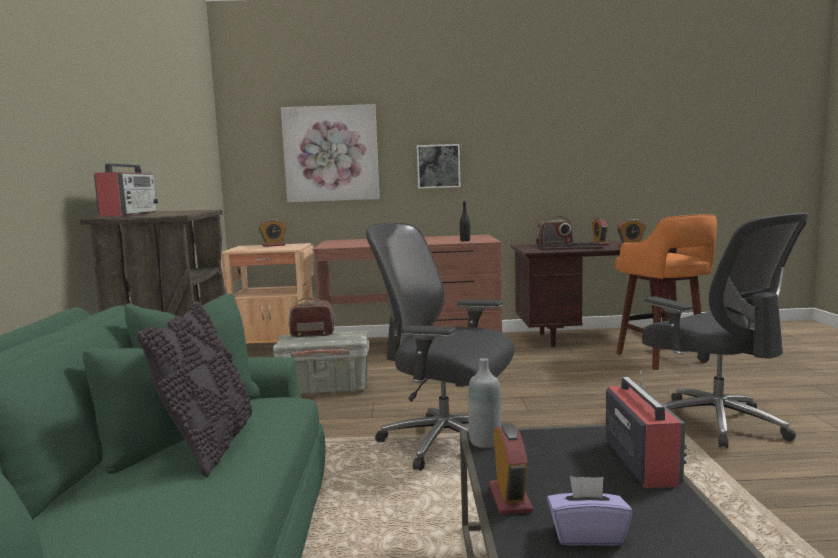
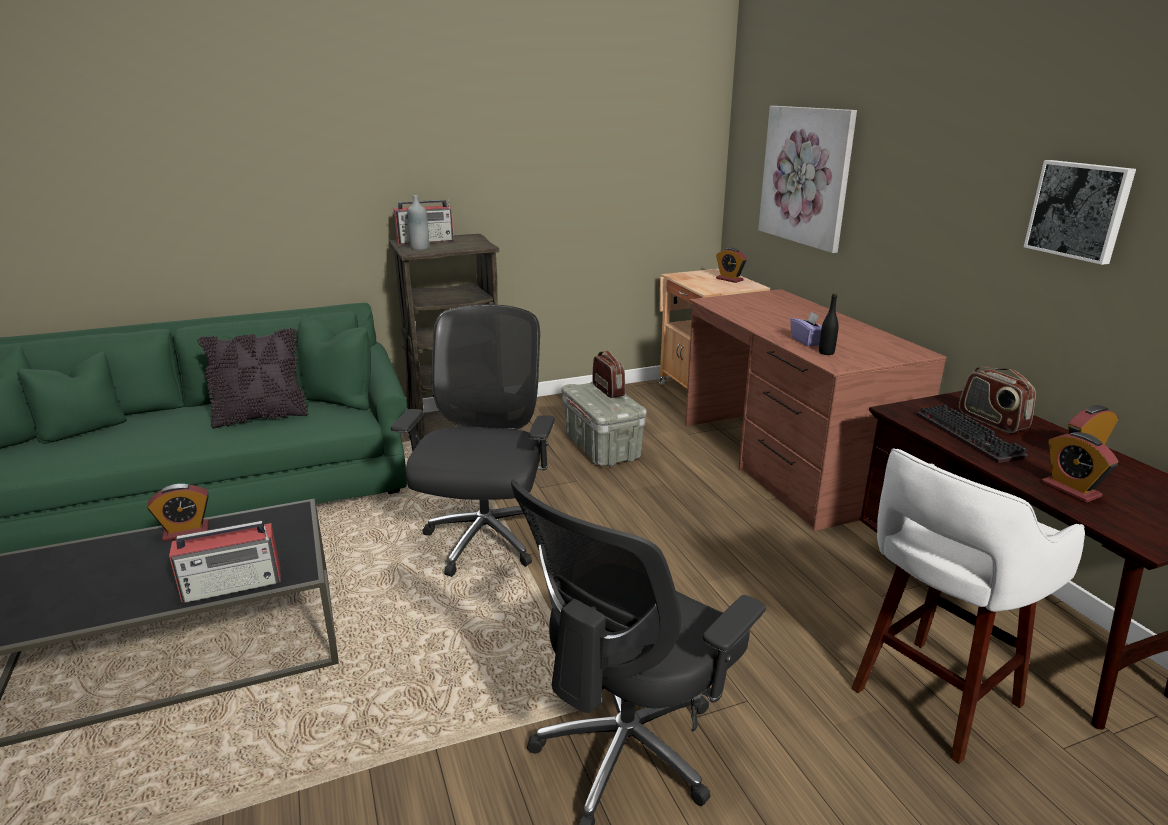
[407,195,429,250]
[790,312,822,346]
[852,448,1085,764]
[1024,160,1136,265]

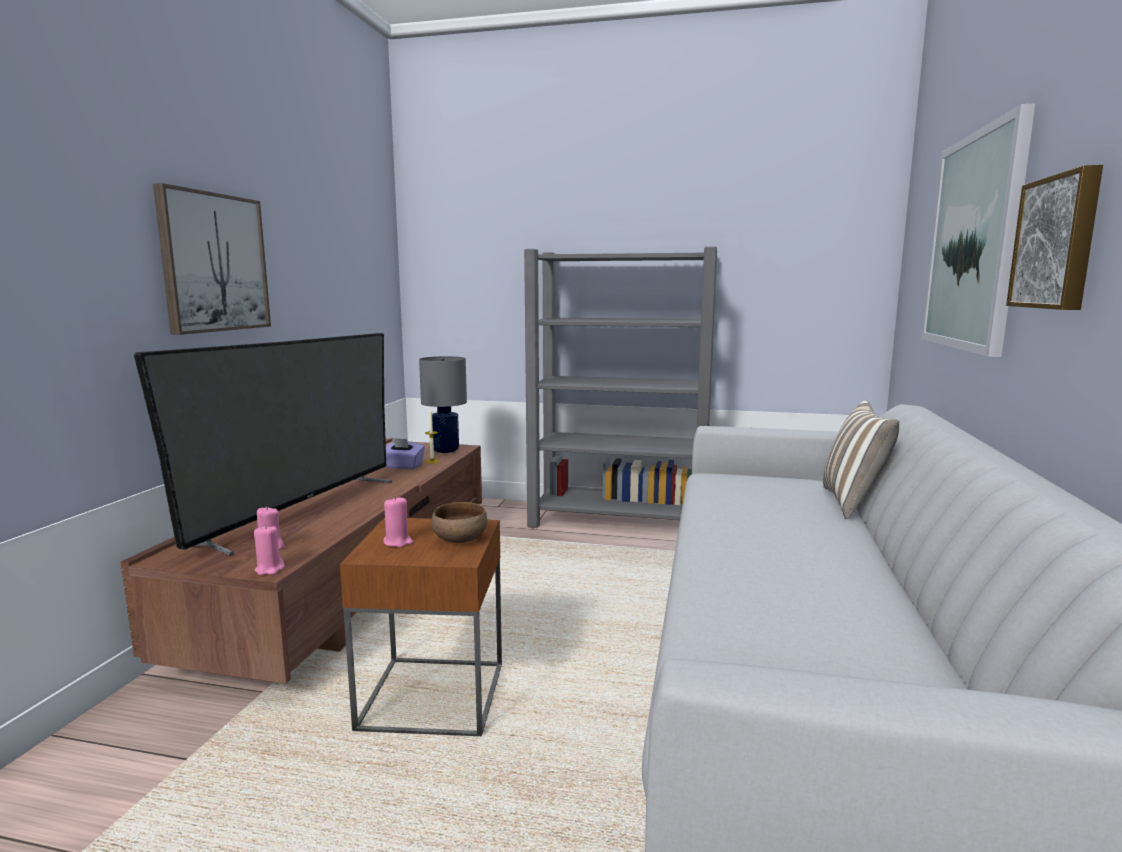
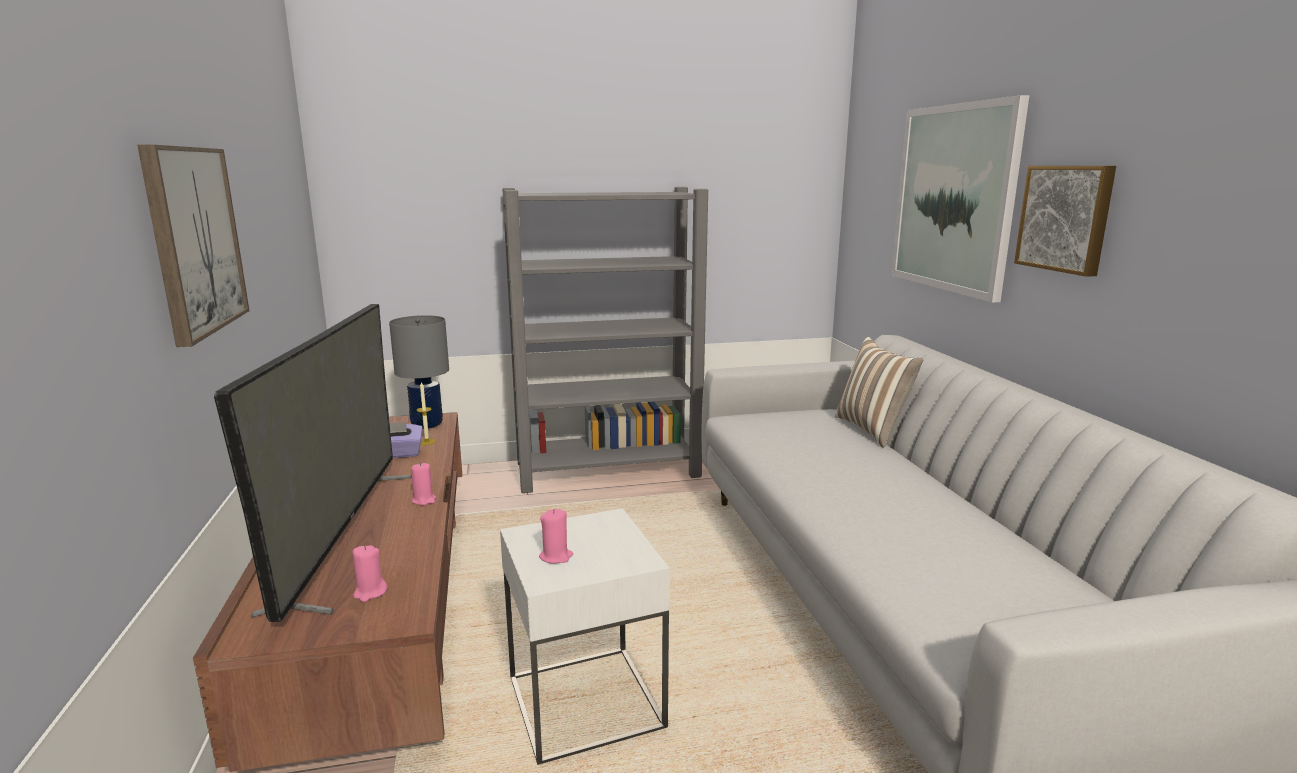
[411,462,436,506]
[500,508,670,765]
[431,502,487,543] (first image)

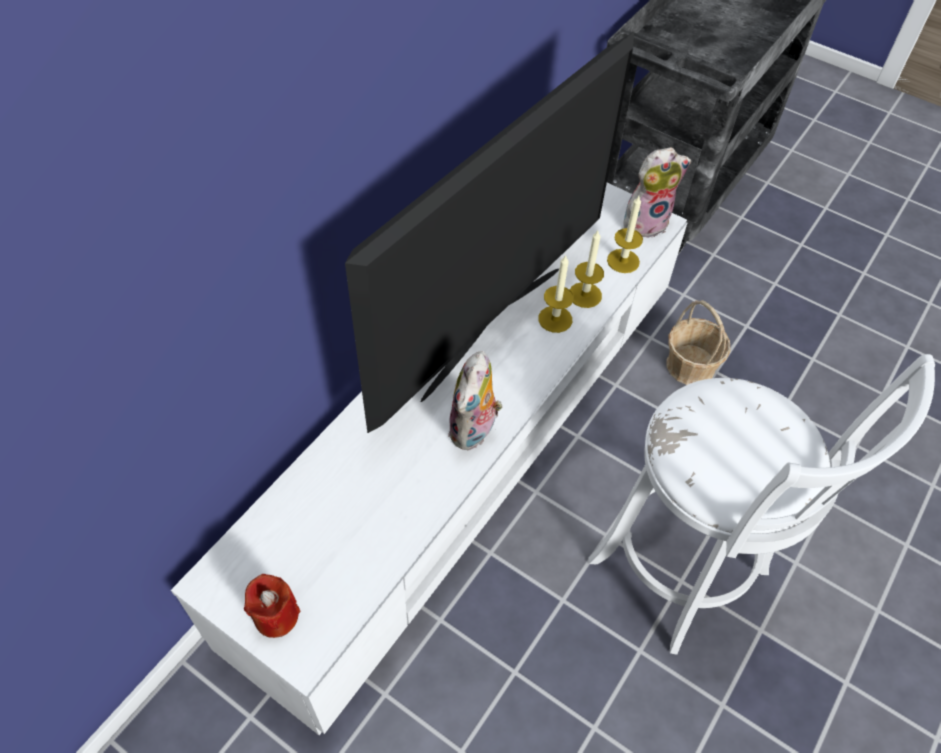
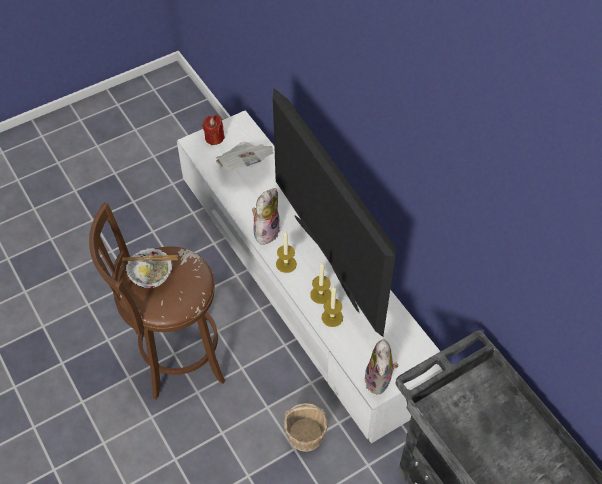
[89,202,225,399]
[122,248,178,288]
[216,142,274,171]
[252,188,281,245]
[276,230,297,273]

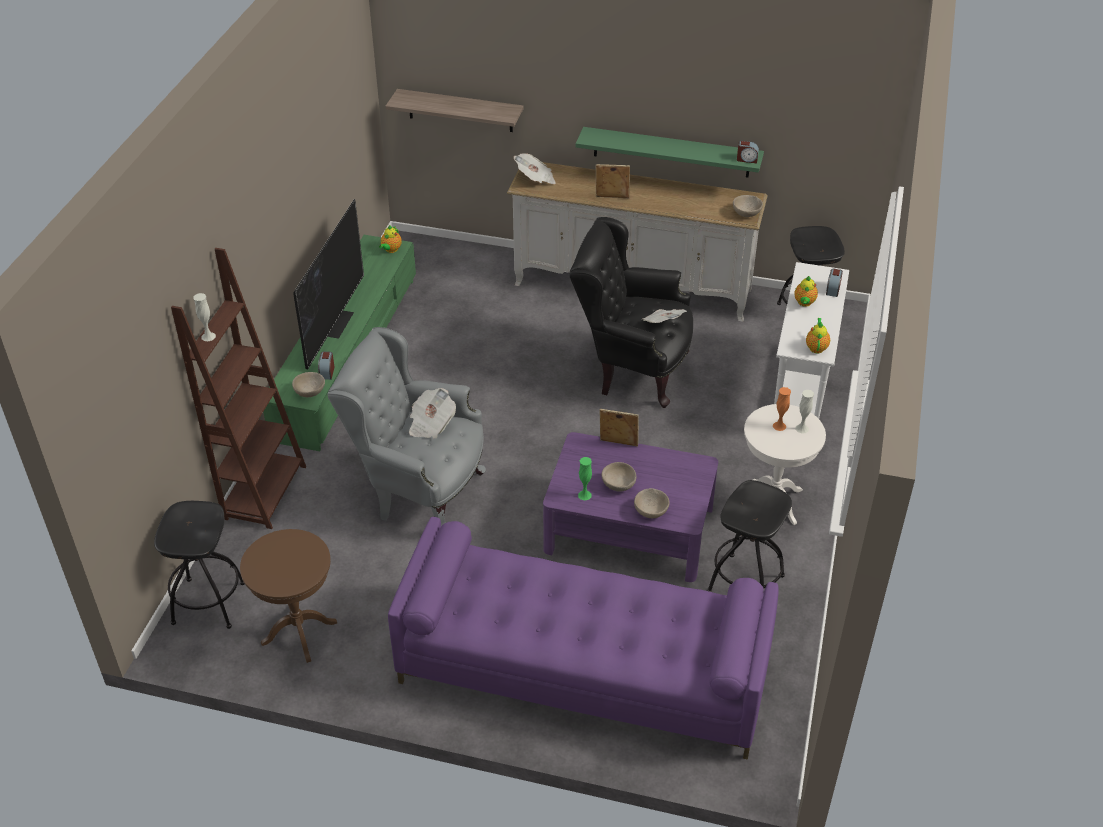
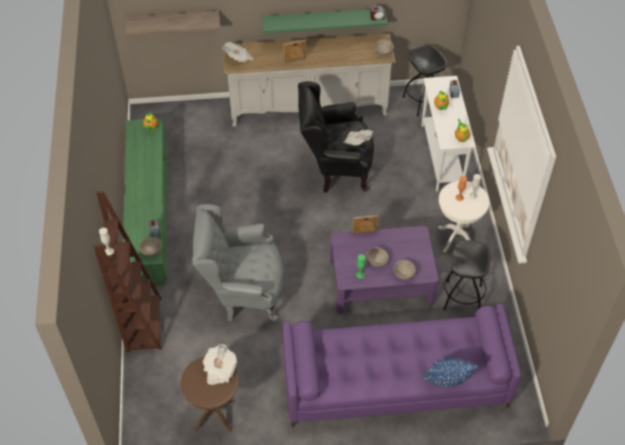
[203,344,237,385]
[422,358,478,387]
[154,501,245,629] (first image)
[293,199,364,369] (first image)

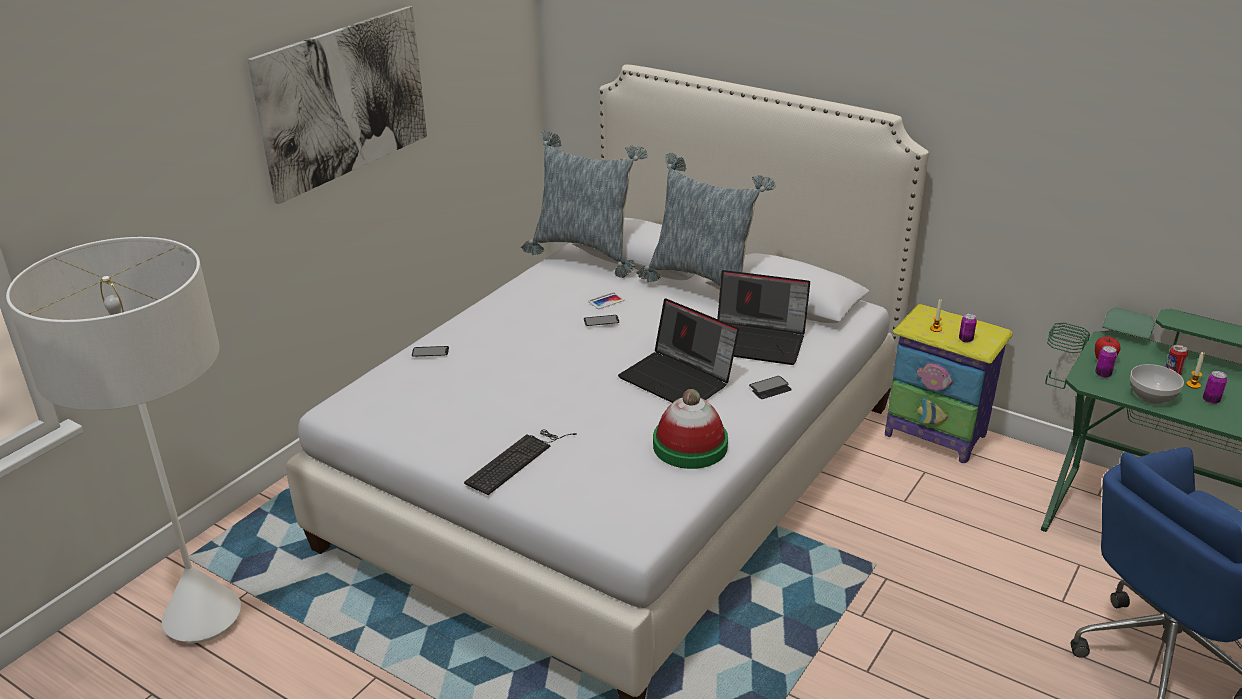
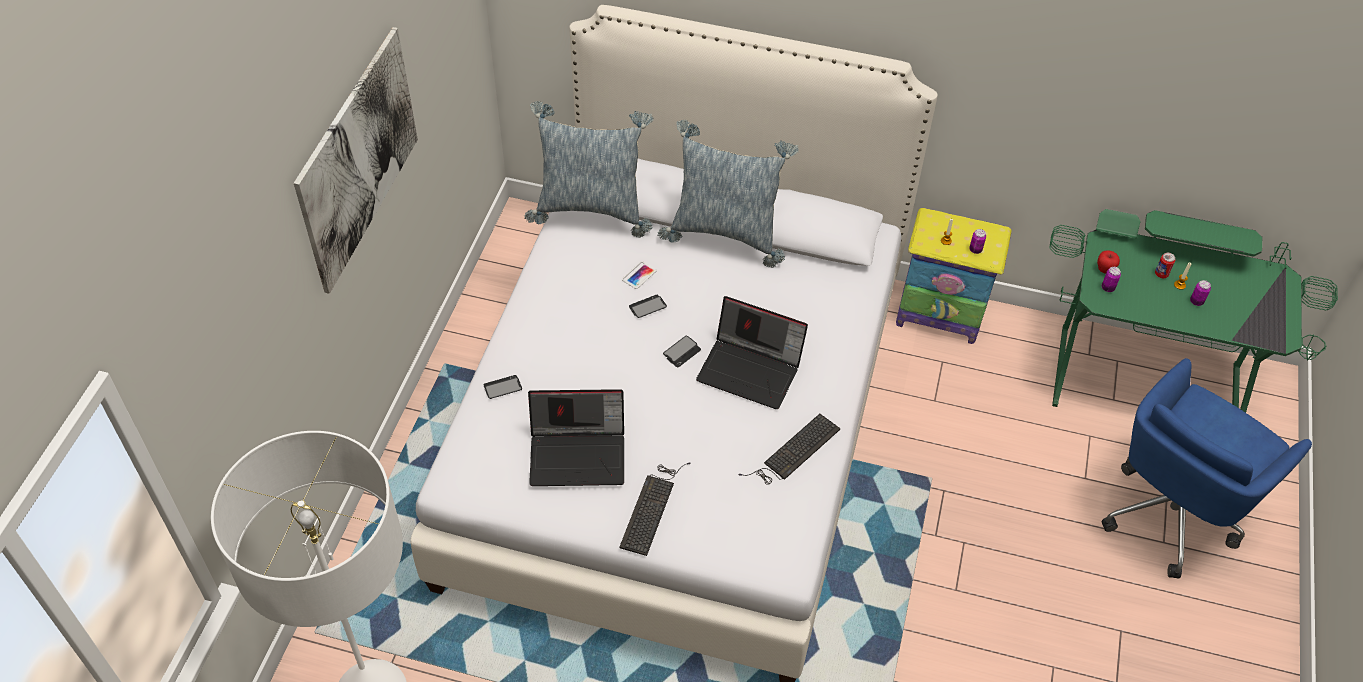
[528,389,624,486]
[663,336,701,367]
[739,414,840,485]
[1130,364,1184,404] (first image)

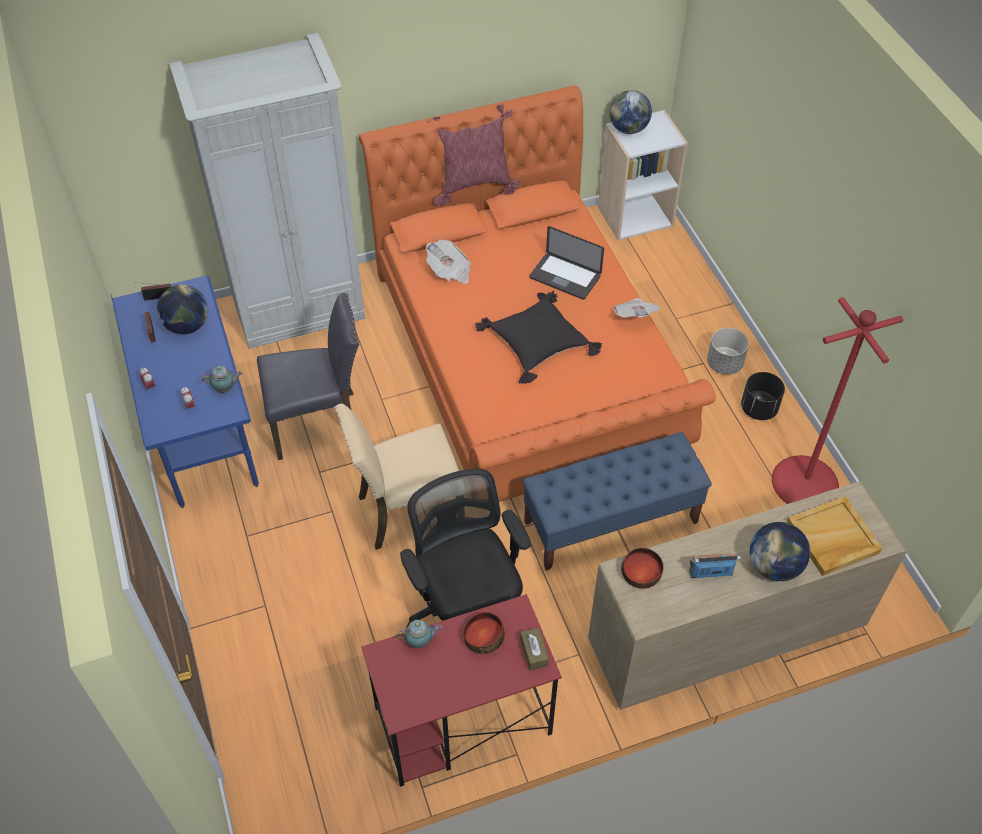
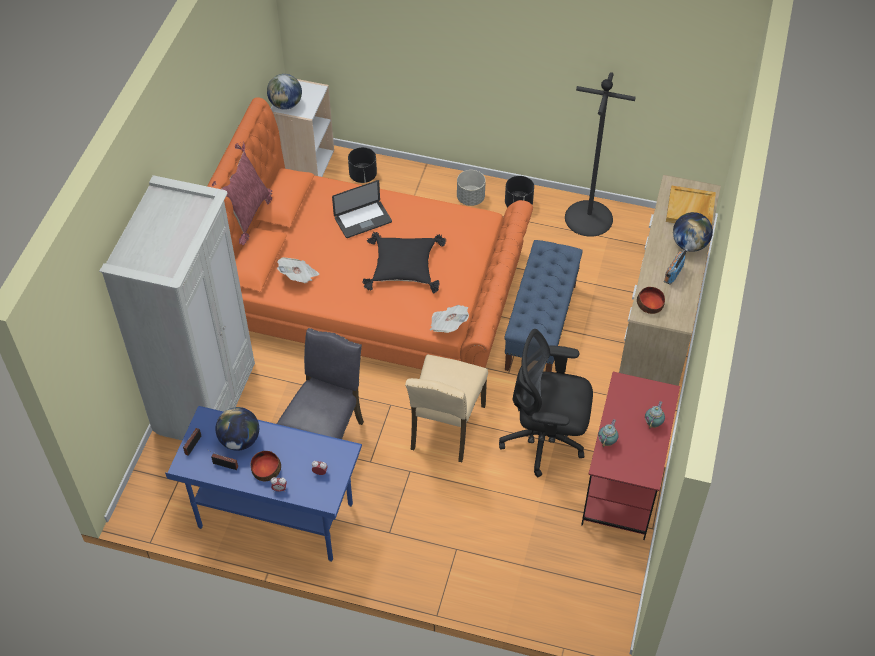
[251,451,281,481]
[348,147,377,183]
[430,305,469,333]
[565,72,636,237]
[645,401,665,428]
[520,627,549,670] (first image)

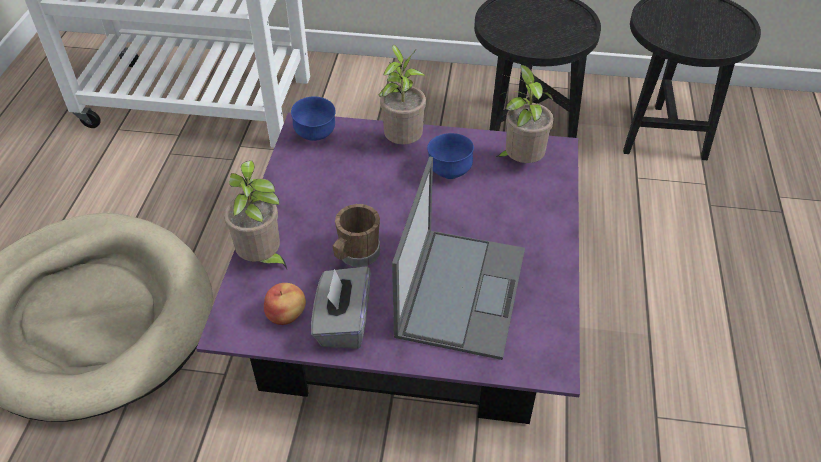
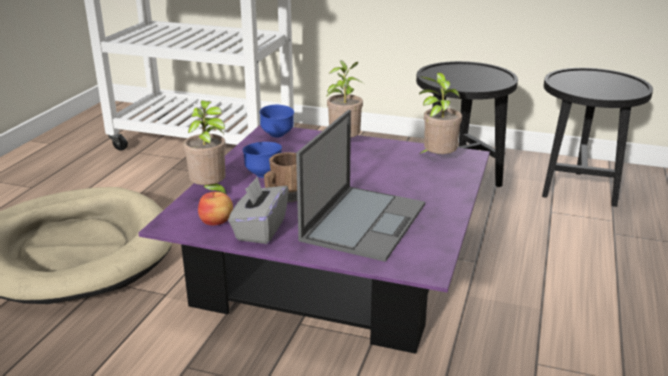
[243,142,282,178]

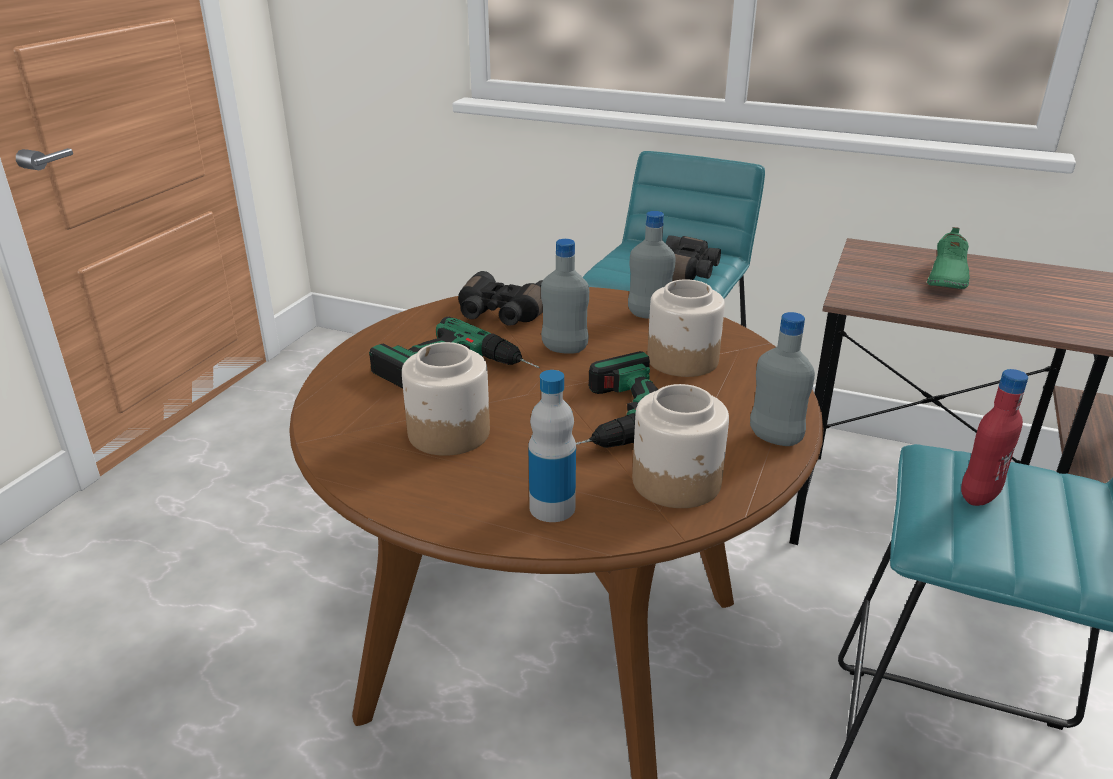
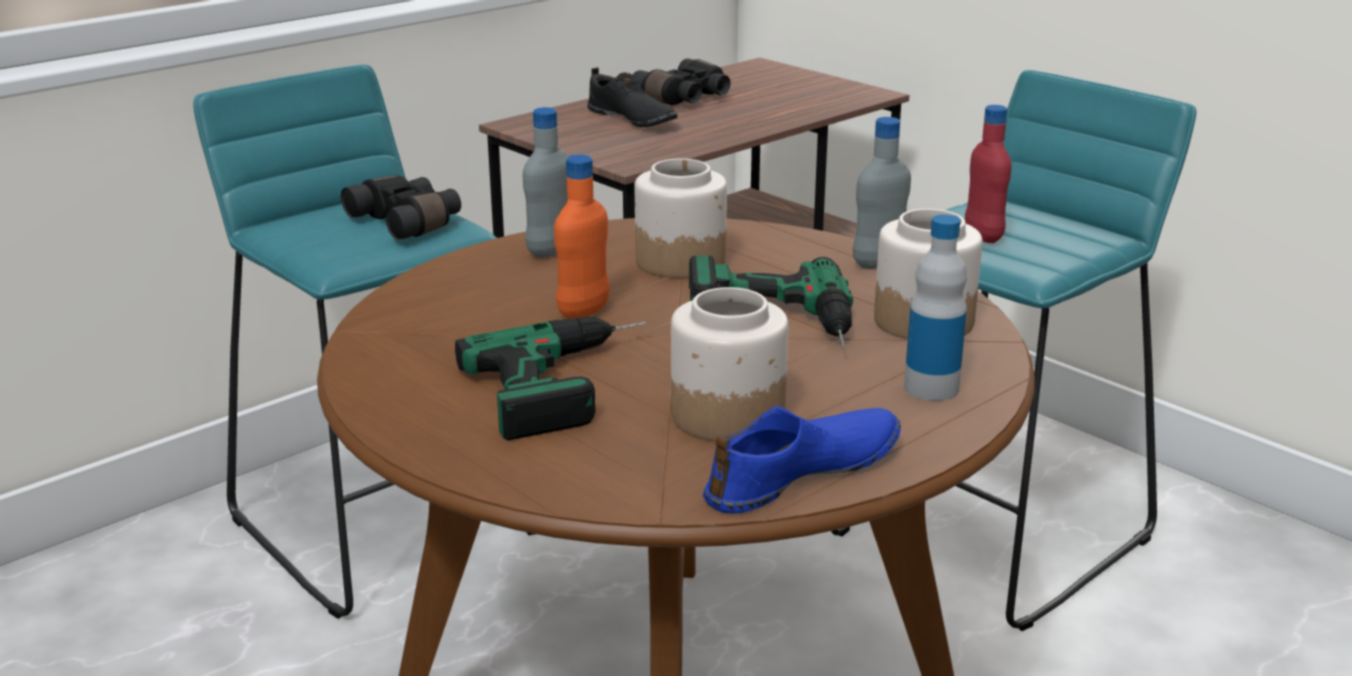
[554,155,610,319]
[587,67,678,127]
[633,59,731,105]
[703,406,901,514]

